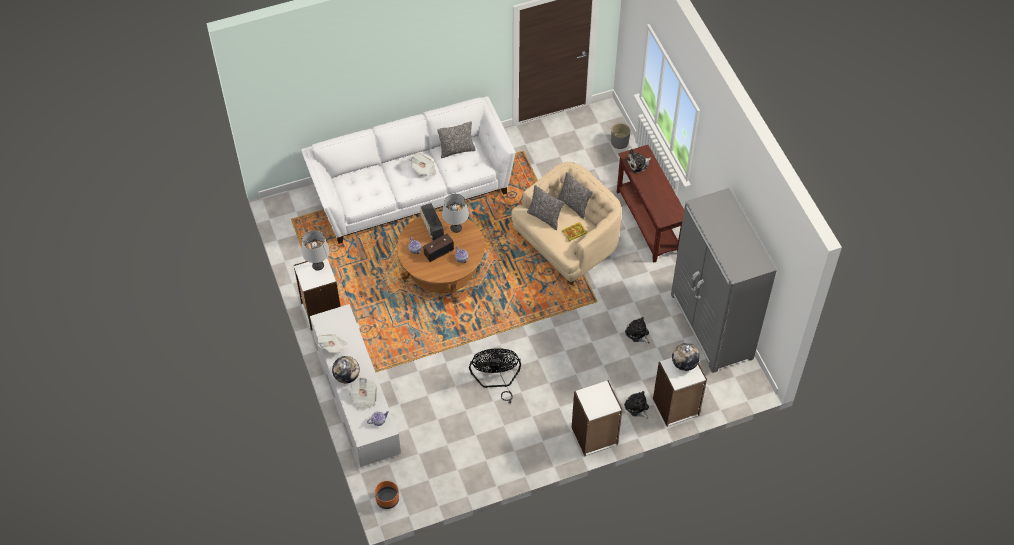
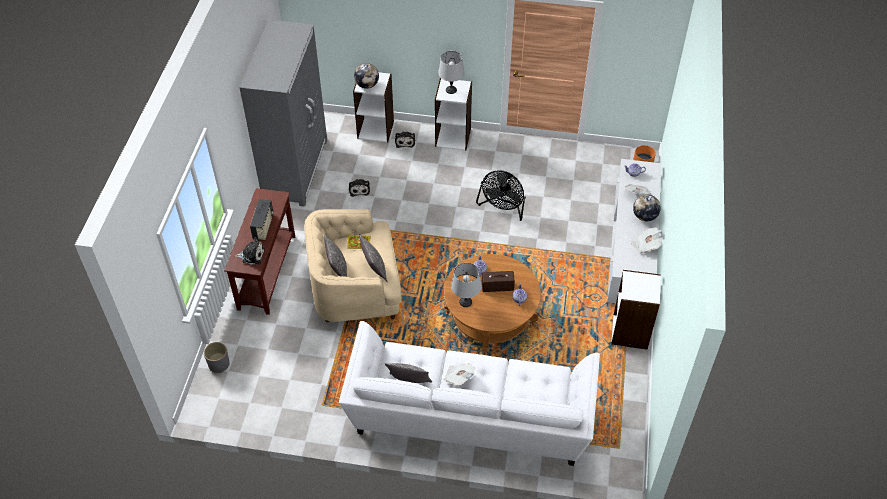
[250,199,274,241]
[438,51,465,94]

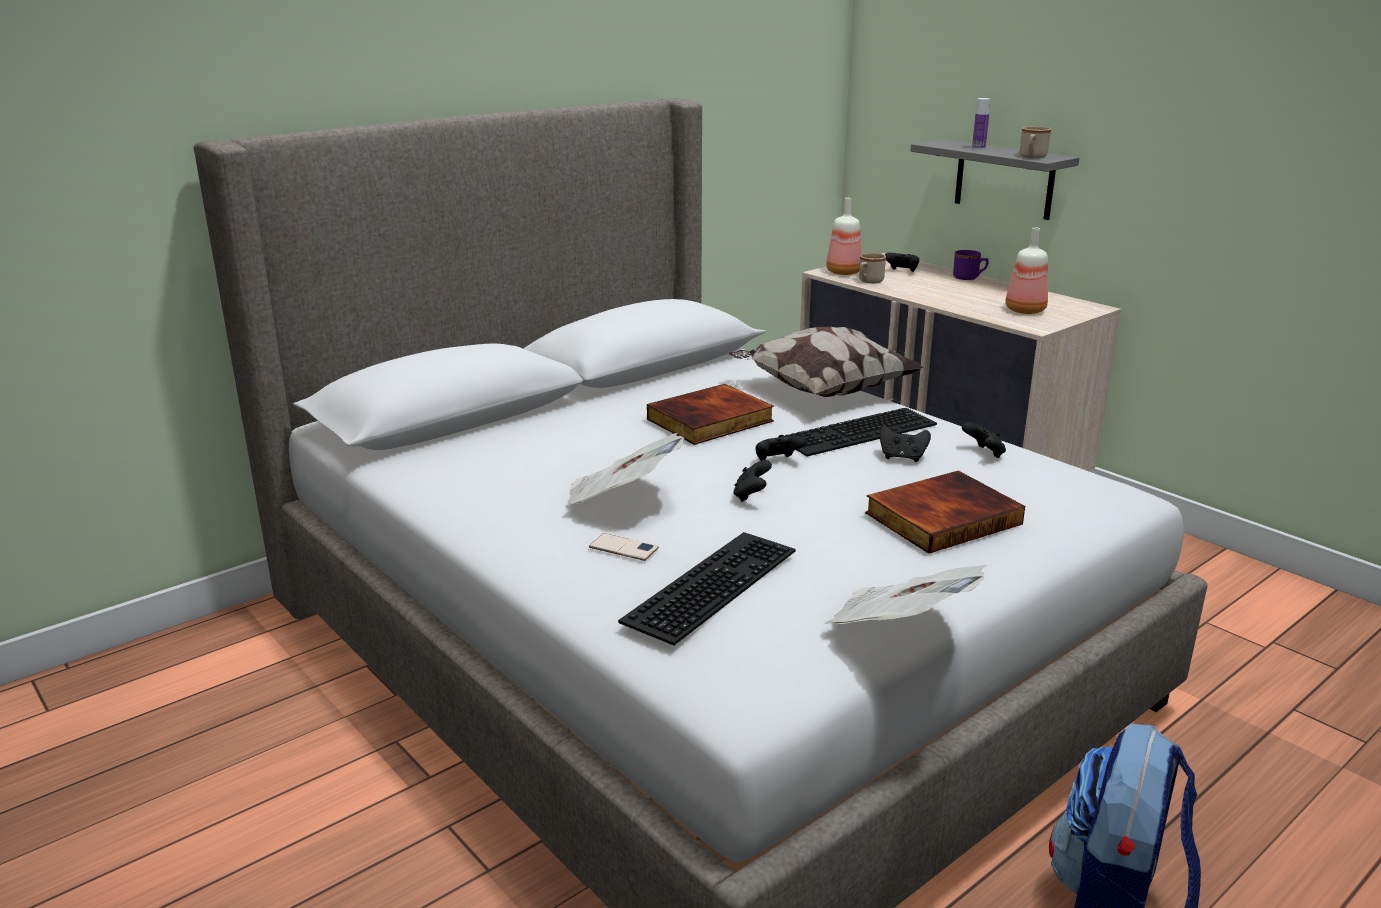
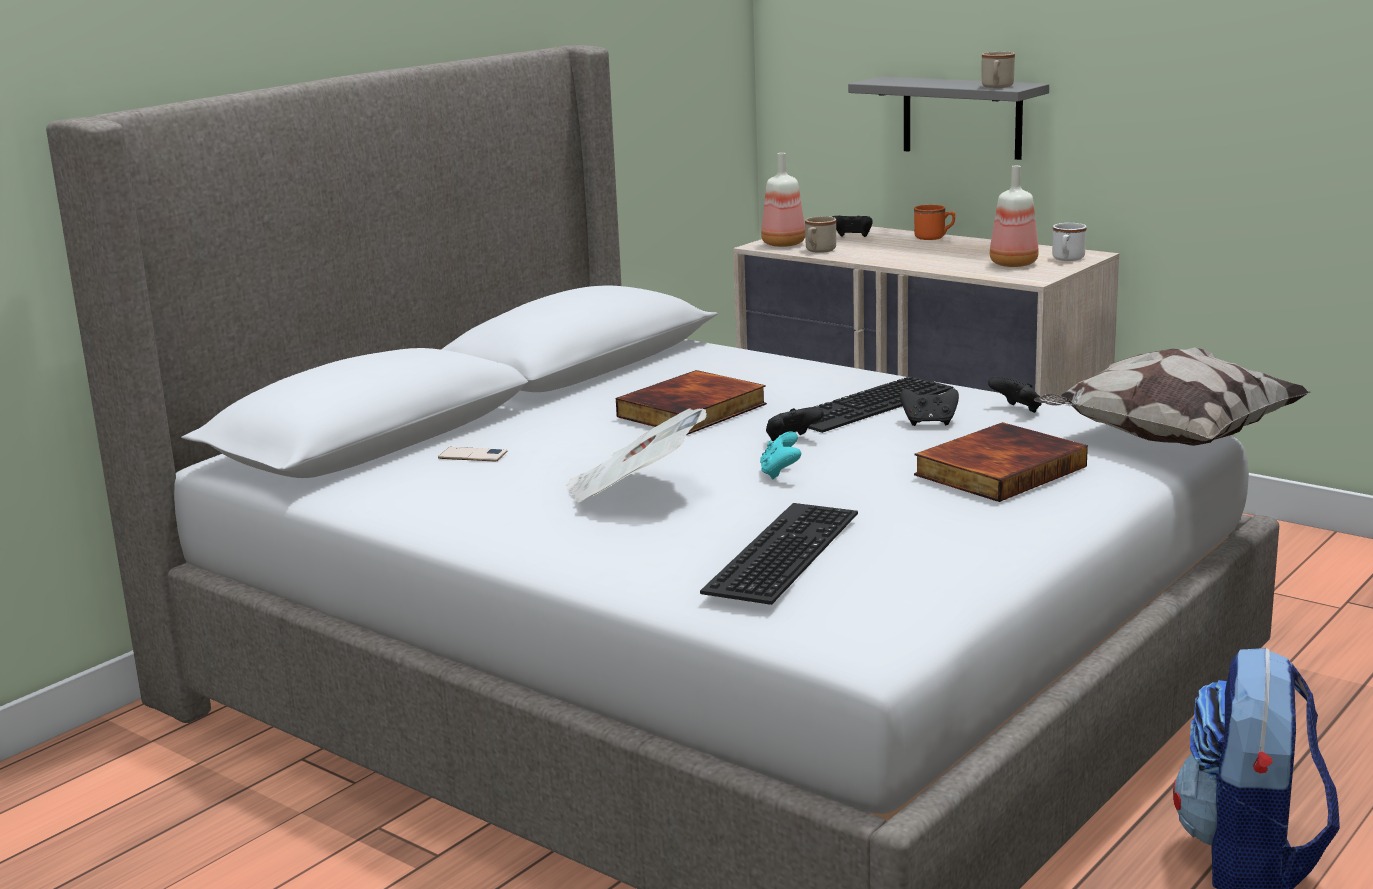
[438,447,508,462]
[760,431,801,480]
[914,205,955,240]
[1034,347,1310,446]
[1052,223,1087,261]
[825,565,987,624] (first image)
[972,98,990,149] (first image)

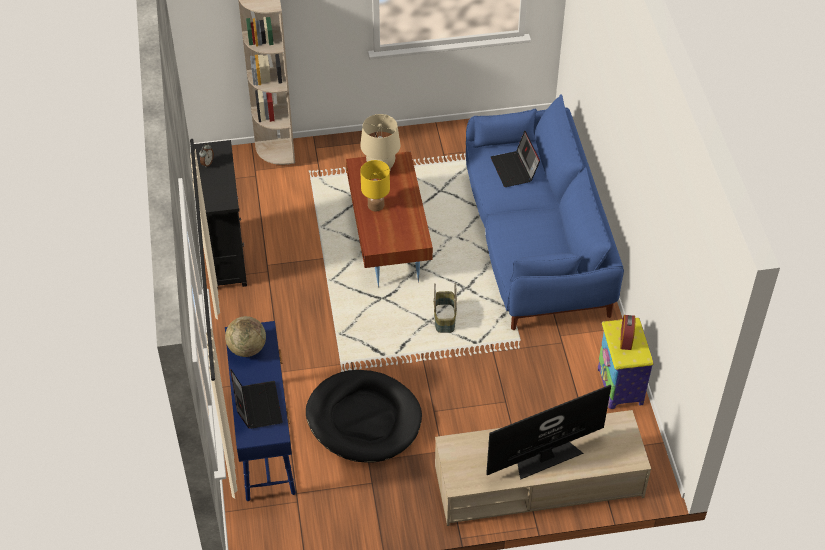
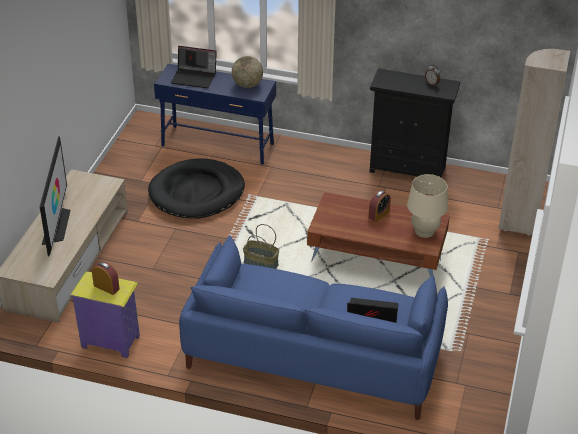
[368,190,391,222]

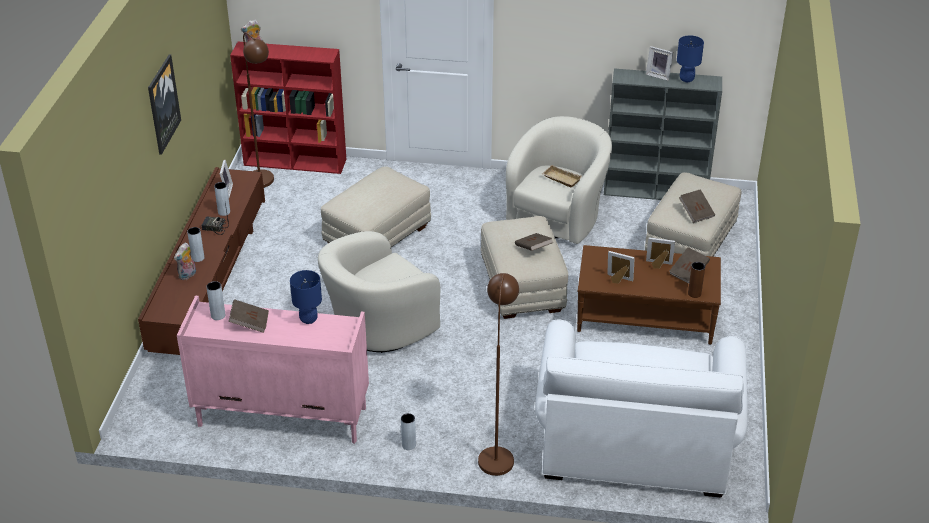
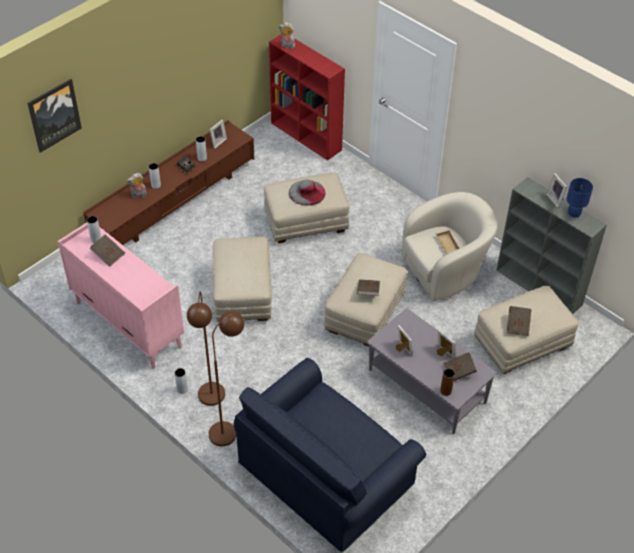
[27,79,82,153]
[187,291,225,406]
[213,237,272,322]
[233,358,426,553]
[289,180,326,205]
[366,308,497,434]
[290,270,322,324] (first image)

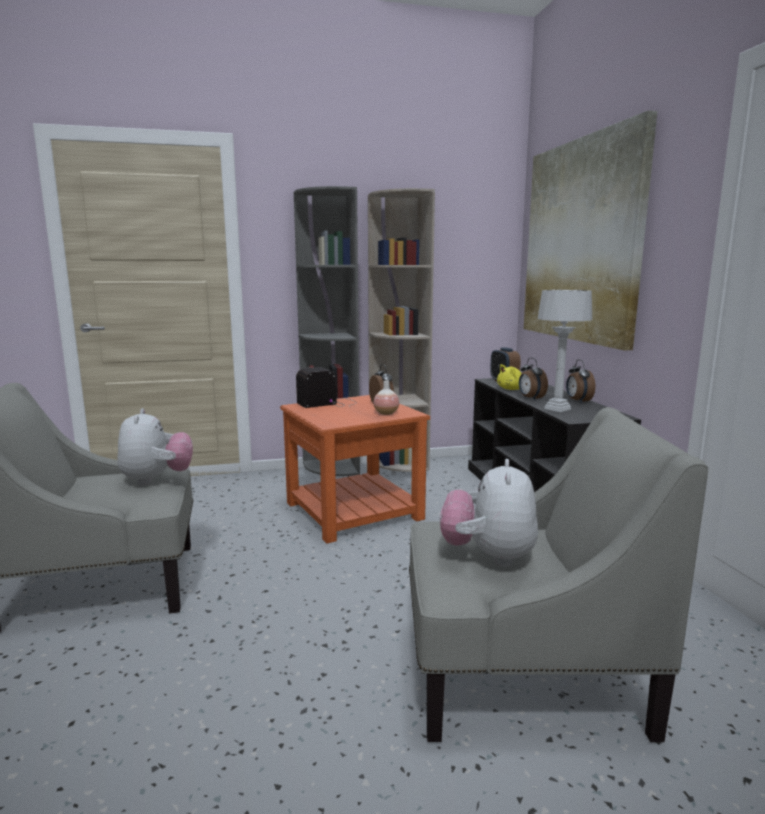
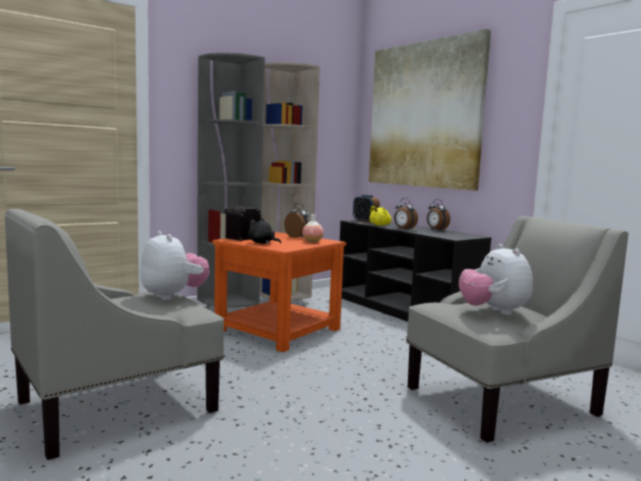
[248,218,281,244]
[538,290,592,412] (first image)

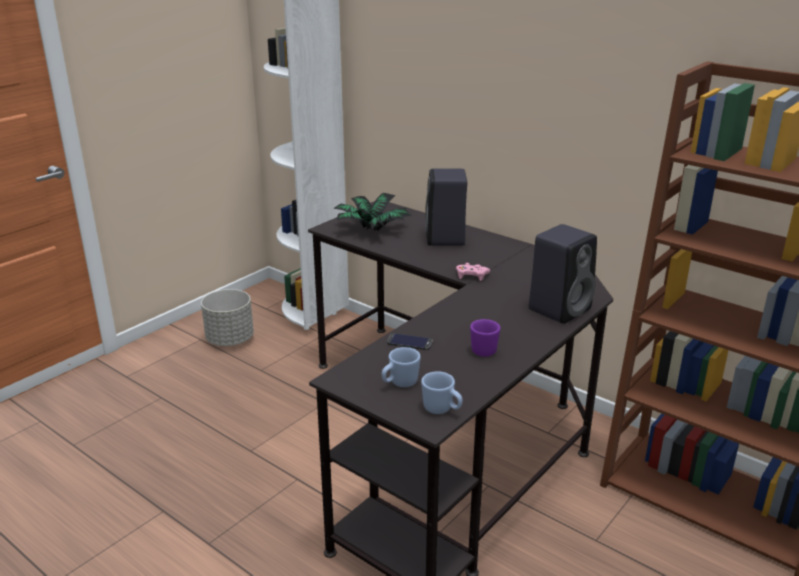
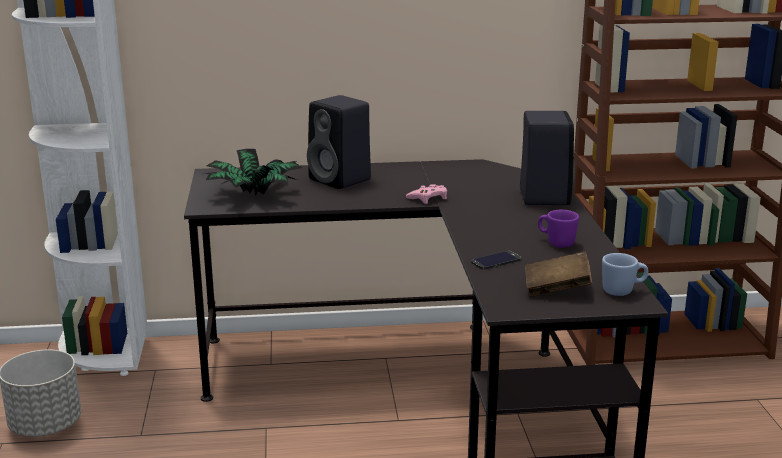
[525,251,592,297]

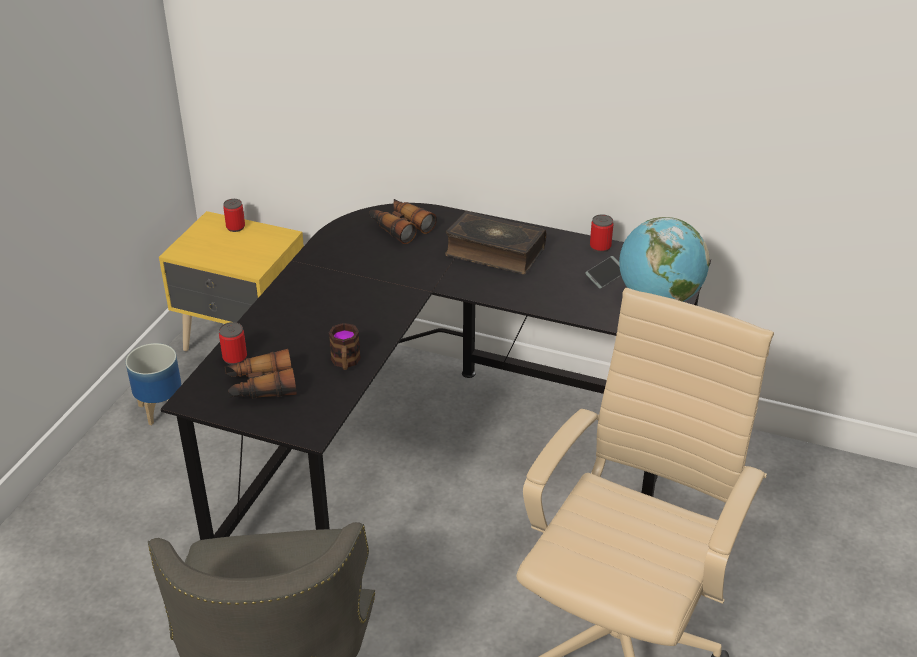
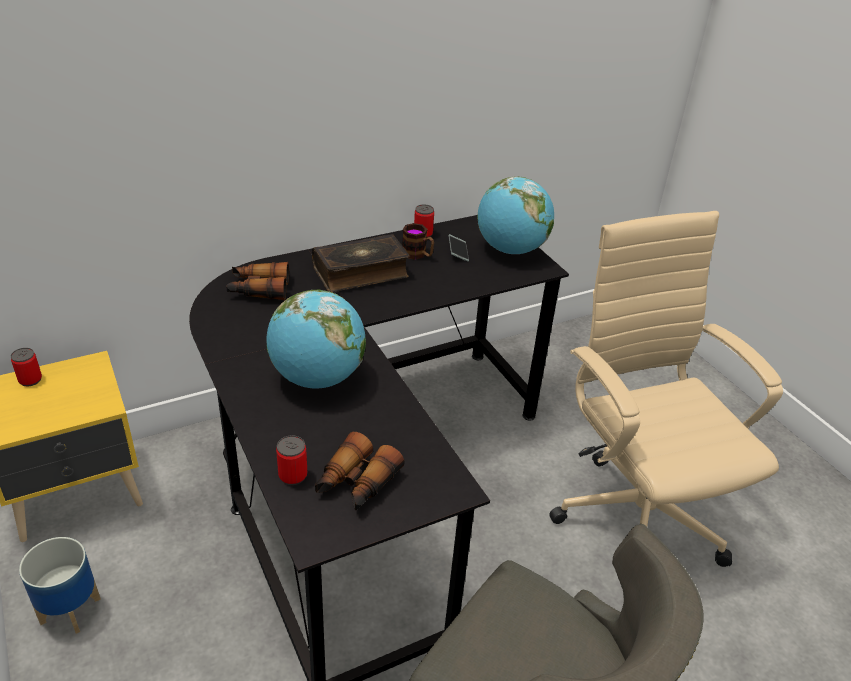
[266,290,366,389]
[402,223,434,260]

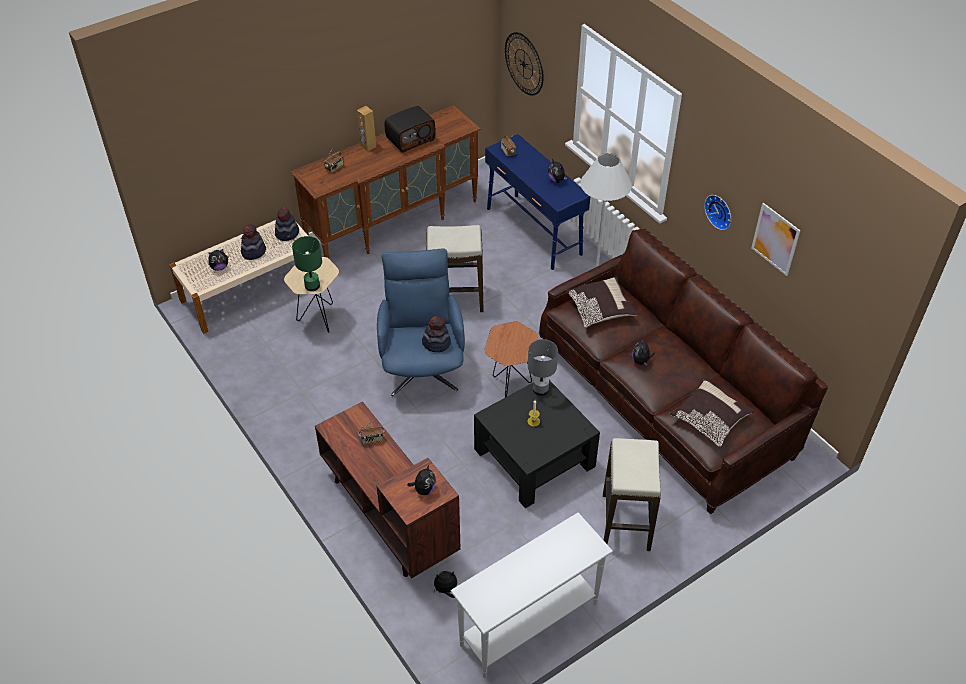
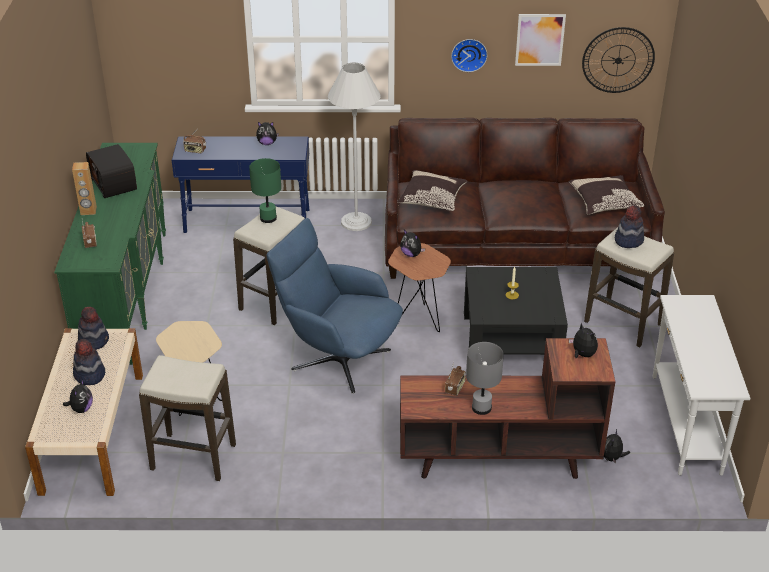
[54,143,166,365]
[86,144,137,198]
[139,355,236,481]
[249,158,281,223]
[400,230,425,257]
[466,342,504,415]
[582,27,655,93]
[615,205,644,248]

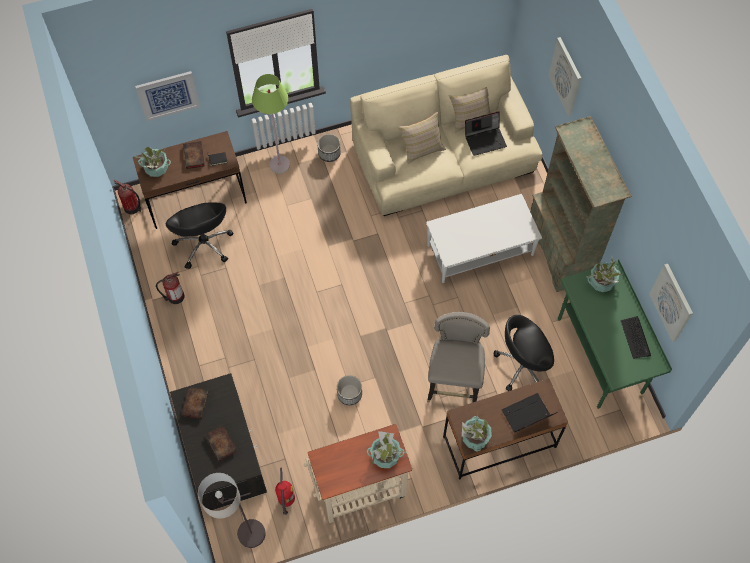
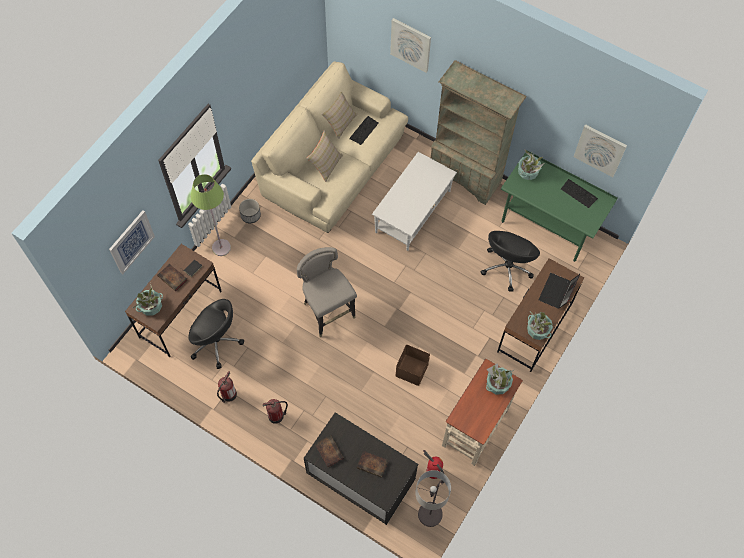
[263,399,288,424]
[297,247,357,337]
[350,116,379,145]
[395,345,430,386]

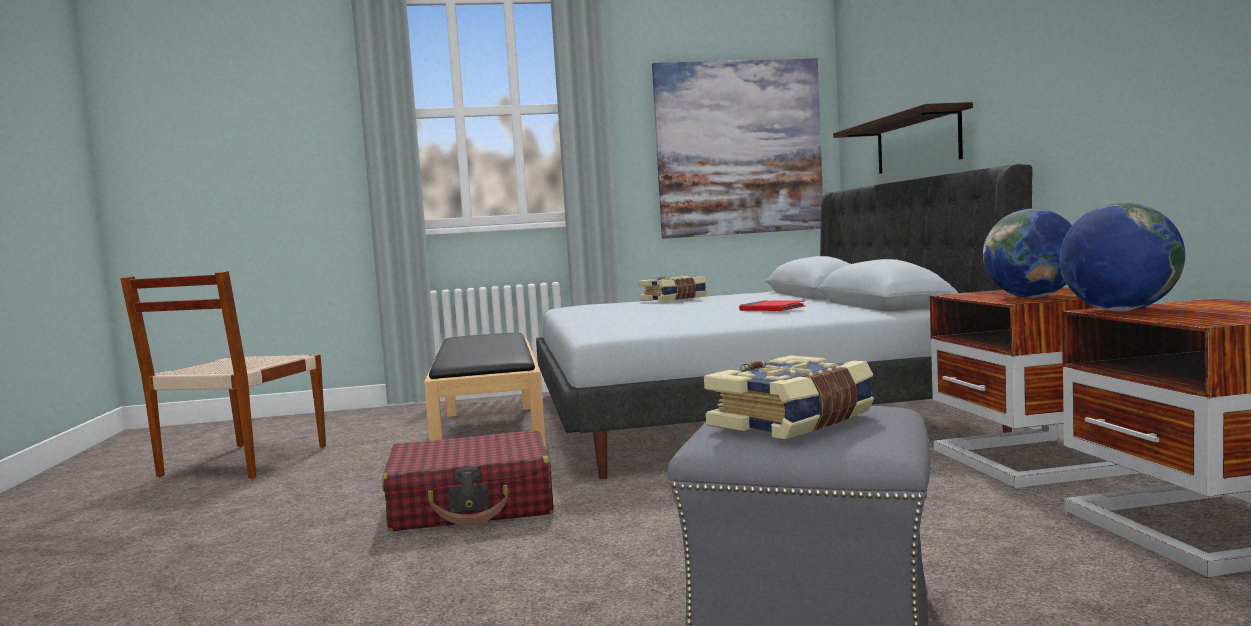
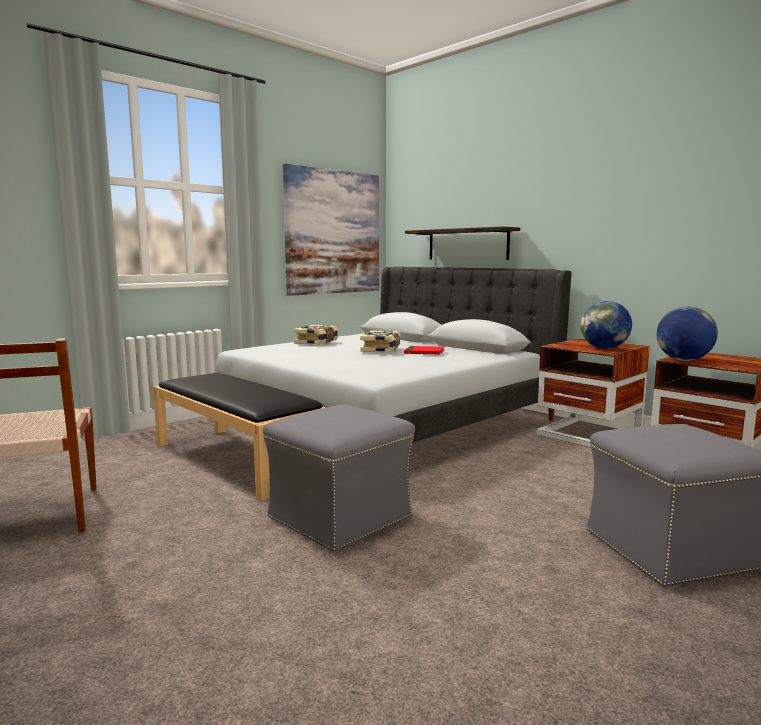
[263,404,415,552]
[360,330,400,353]

